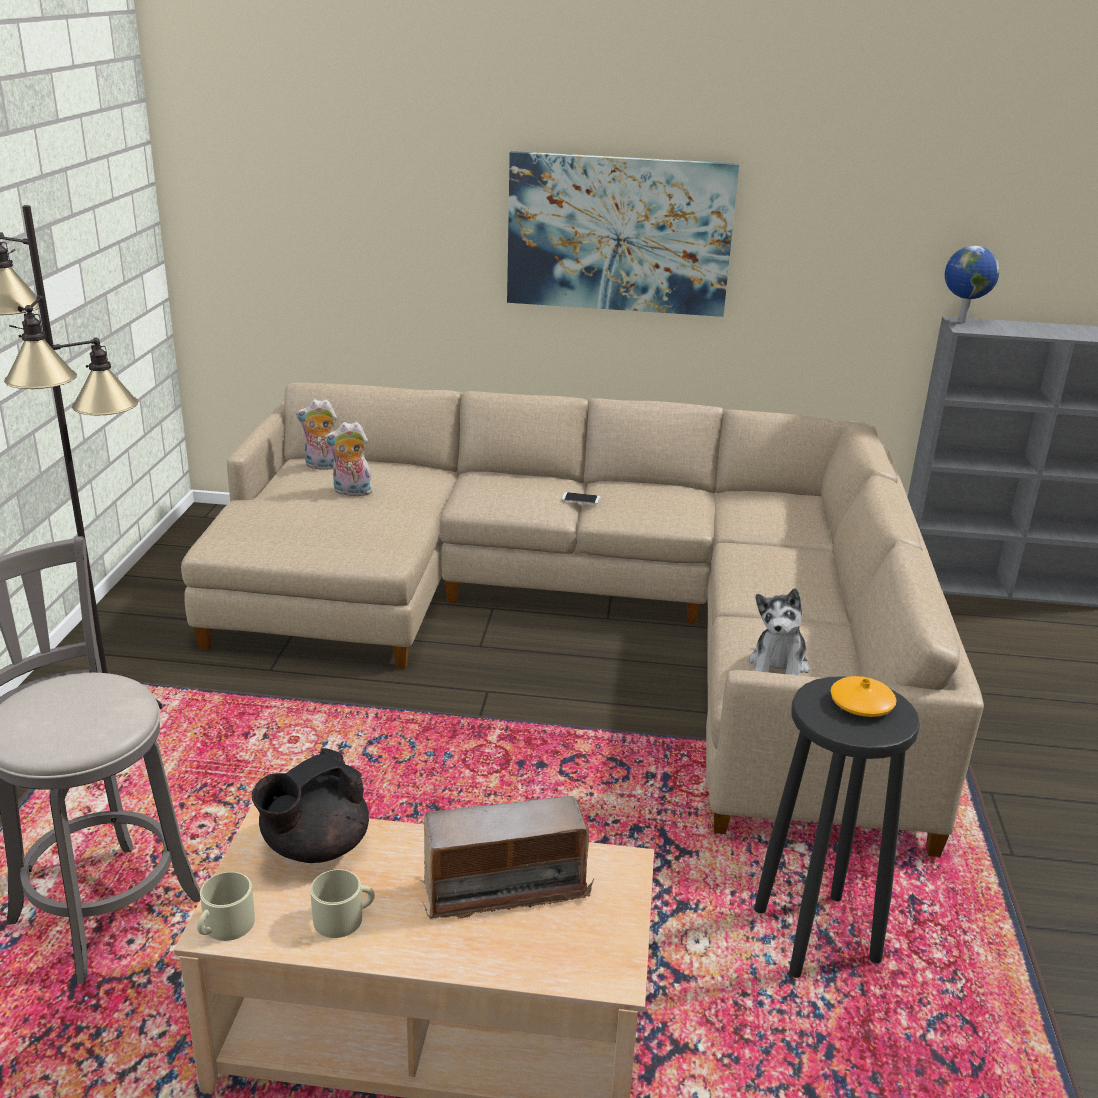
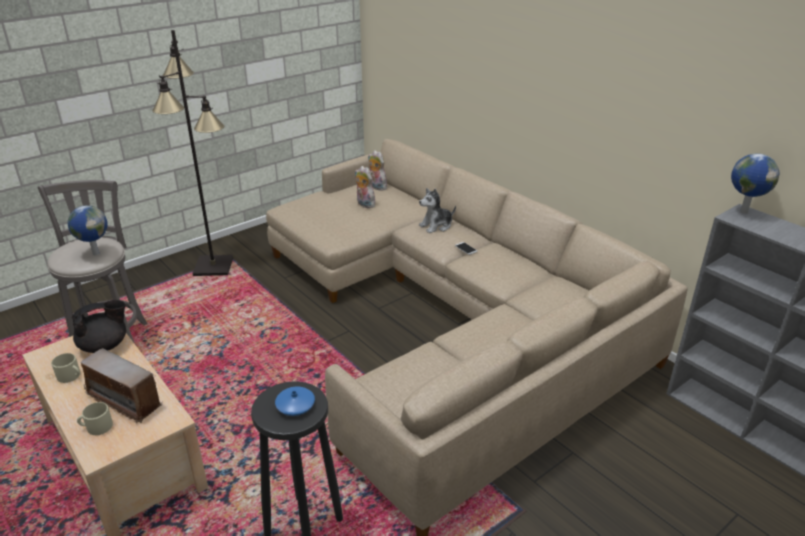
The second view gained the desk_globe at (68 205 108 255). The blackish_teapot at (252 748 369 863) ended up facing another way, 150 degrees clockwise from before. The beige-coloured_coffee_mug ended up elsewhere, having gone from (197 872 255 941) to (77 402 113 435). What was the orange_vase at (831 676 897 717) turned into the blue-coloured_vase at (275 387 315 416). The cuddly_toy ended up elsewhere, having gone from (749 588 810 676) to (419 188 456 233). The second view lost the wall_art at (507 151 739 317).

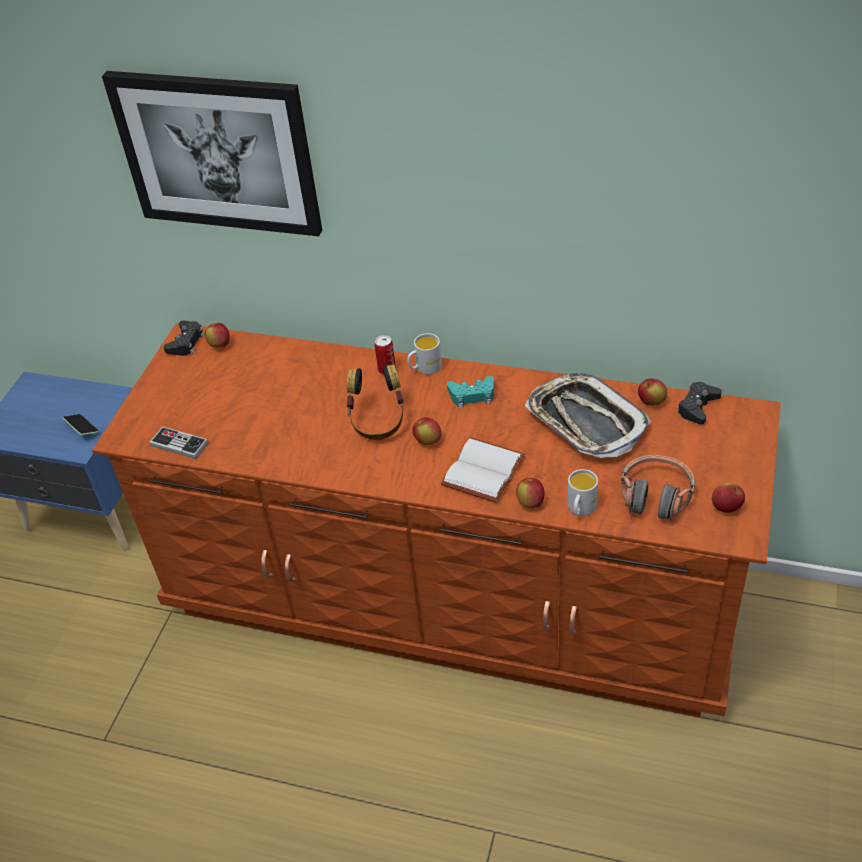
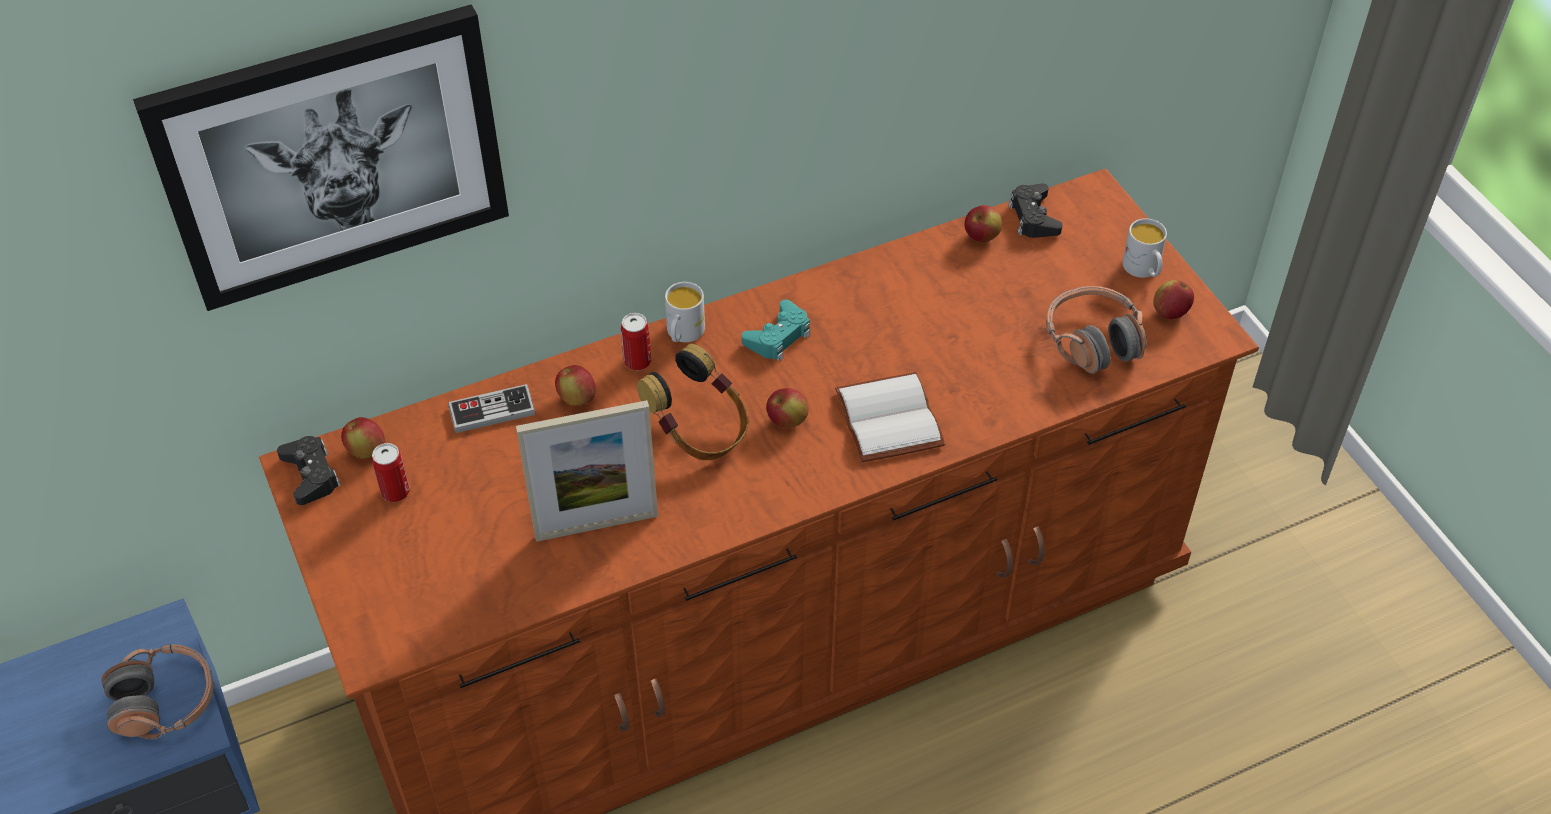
Where the telephone stood at (62 414 99 435), the headset came to stand at (101 644 214 740). The second view gained the sealed_can at (372 443 410 502). The gamepad ended up elsewhere, having gone from (149 426 209 459) to (448 384 536 433). The second view gained the standing_frame at (516 400 658 542). The apple_fruit ended up elsewhere, having gone from (516 478 545 508) to (555 365 596 406). The white_coffee_mug ended up elsewhere, having gone from (567 469 598 516) to (1122 218 1167 278). The second view lost the carrying_tray at (525 373 651 458).

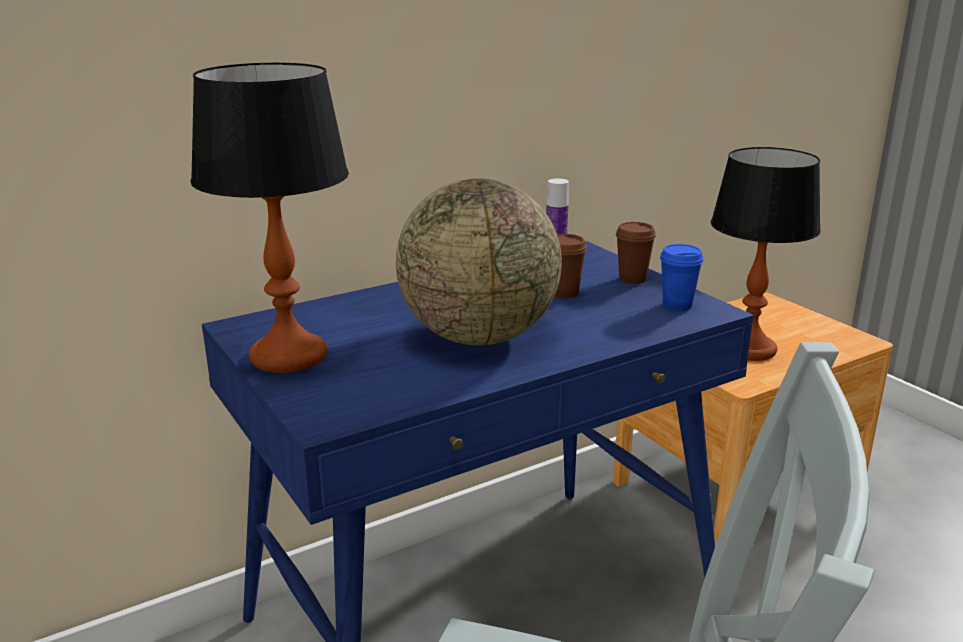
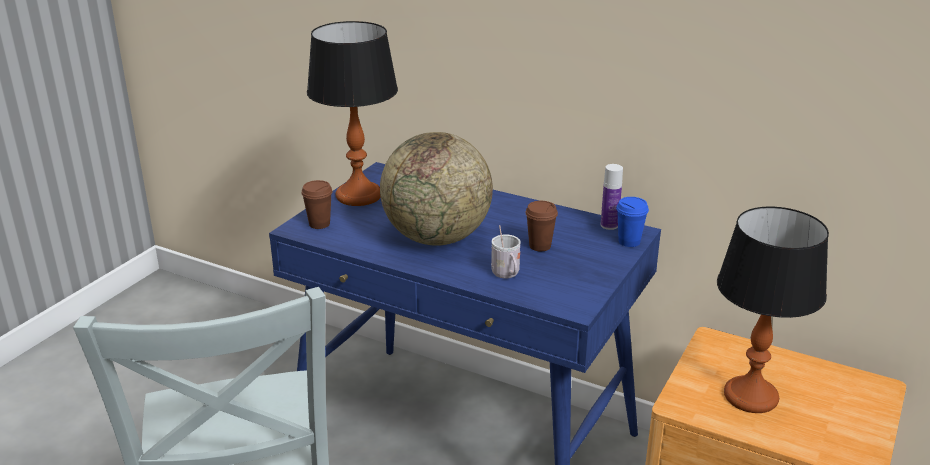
The brown-coloured_cup ended up elsewhere, having gone from (616 222 656 284) to (301 180 333 229). The second view gained the white_coffee_mug at (491 225 520 279). The blue-coloured_cup ended up elsewhere, having gone from (660 244 704 311) to (616 197 649 247).

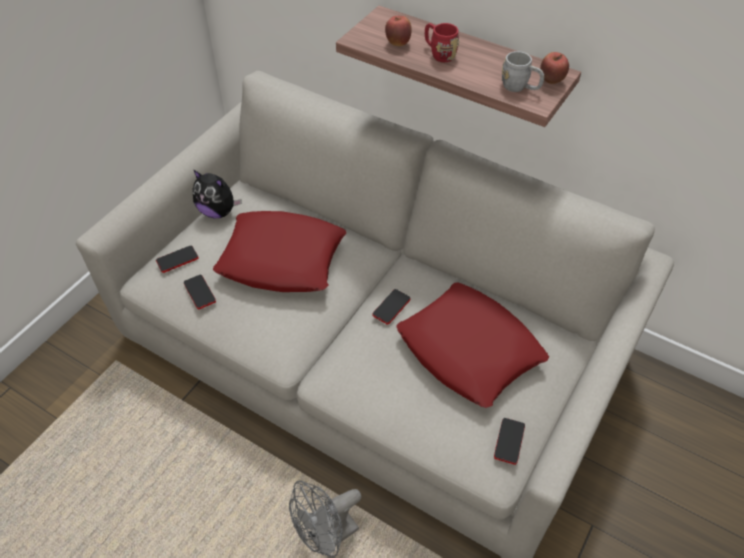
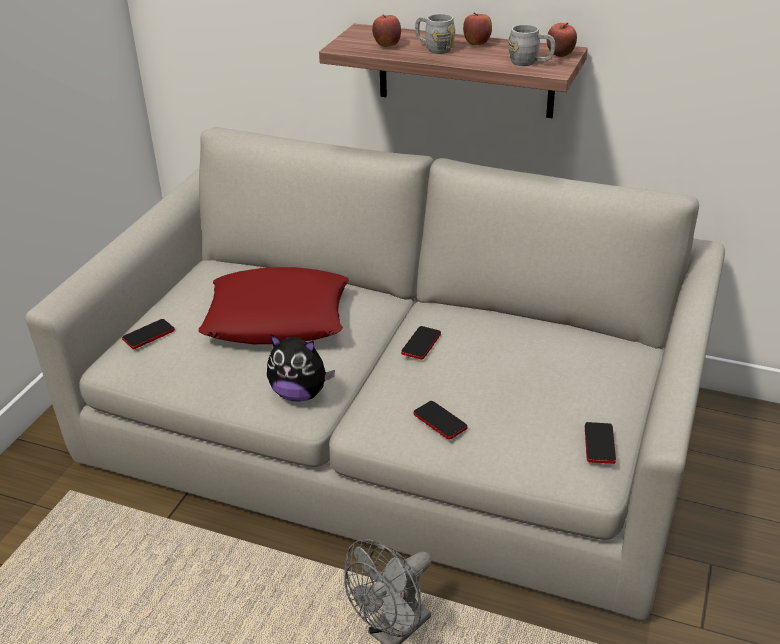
The cuddly_toy ended up elsewhere, having gone from (192 170 241 218) to (267 334 335 402). The telephone ended up elsewhere, having gone from (184 274 216 309) to (413 401 468 440). What was the reddish_coffee_mug at (425 23 459 62) turned into the grey_coffee_mug at (415 14 455 54). The second view gained the apple_fruit at (463 12 492 45). The second view lost the reddish_cushion at (396 282 549 408).

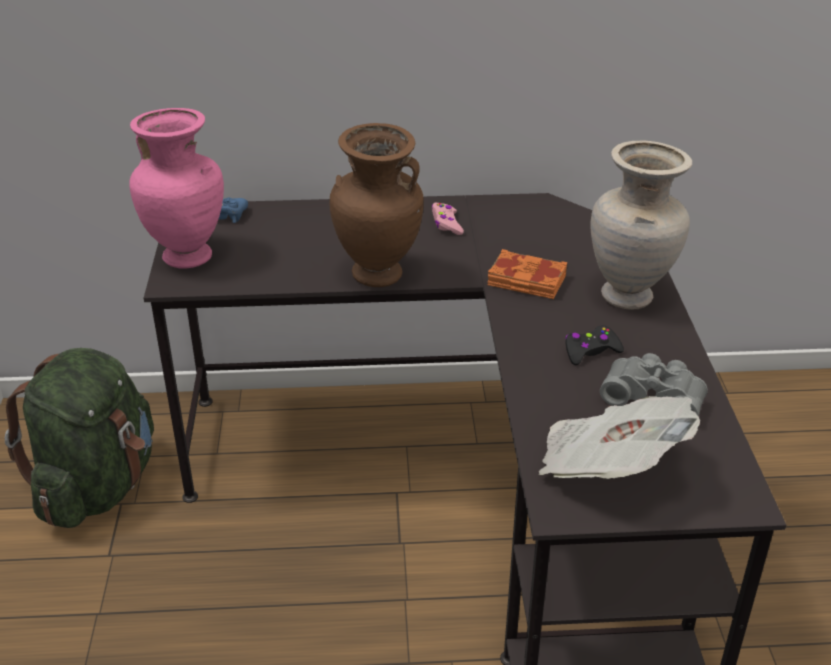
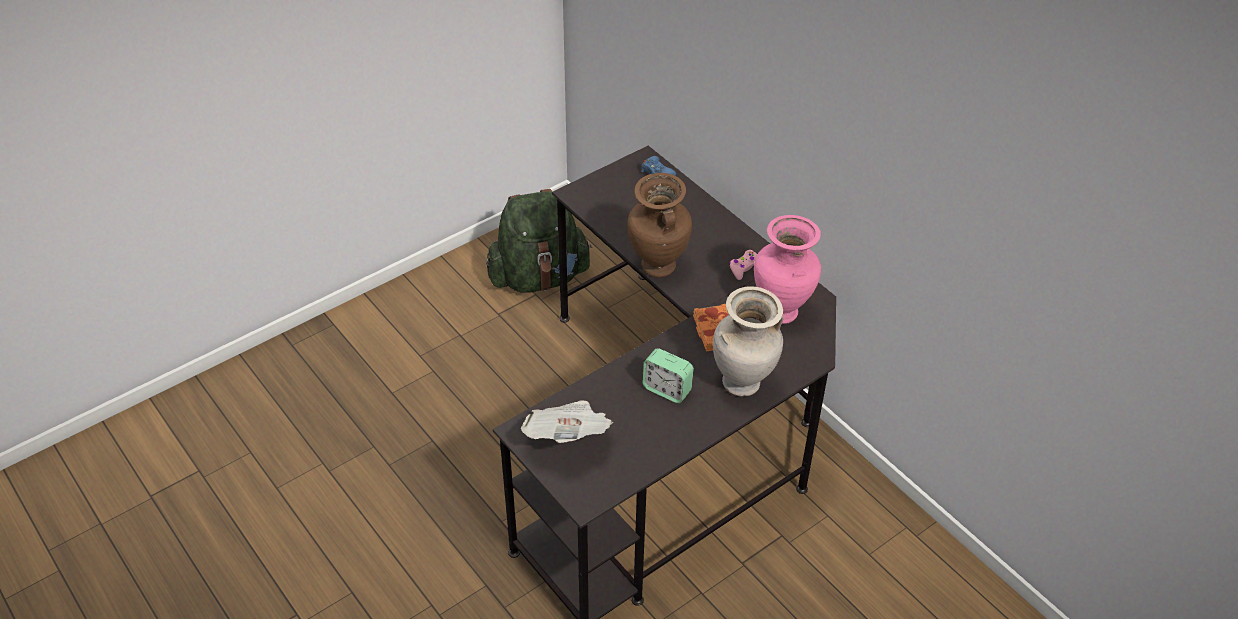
Where the blackish_gamepad stood at (565 325 624 365), the table_clock came to stand at (642 348 694 403). The pinkish_vase ended up elsewhere, having gone from (129 108 224 269) to (754 215 821 324). The second view lost the grey_pair_of_binoculars at (600 353 708 416).

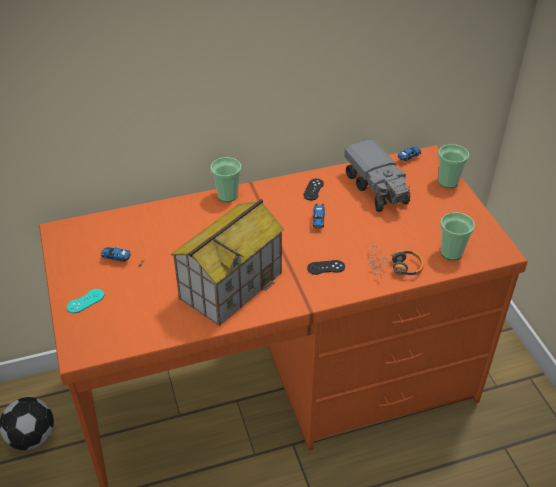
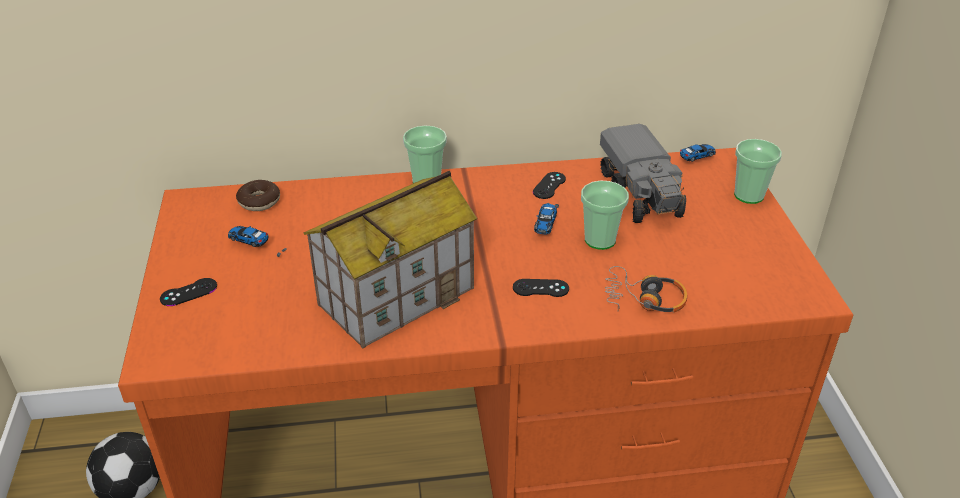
What was the turquoise_gamepad at (67 289 104 313) turned into the blackish_gamepad at (160 278 217 306). The second view gained the doughnut at (236 180 280 211). The cup ended up elsewhere, having gone from (440 212 475 260) to (581 181 629 250).

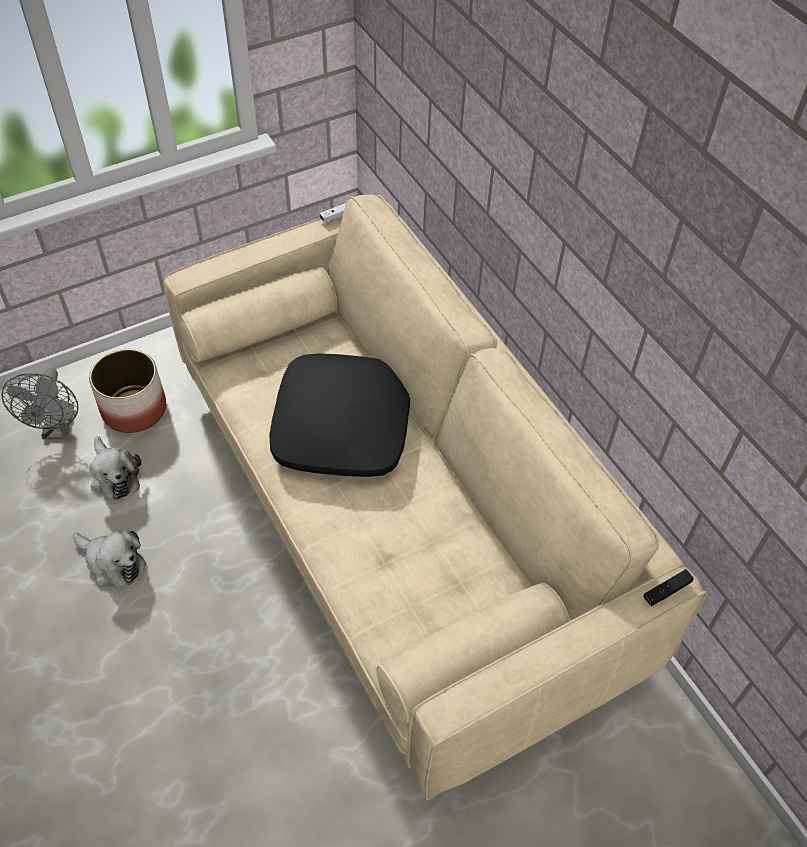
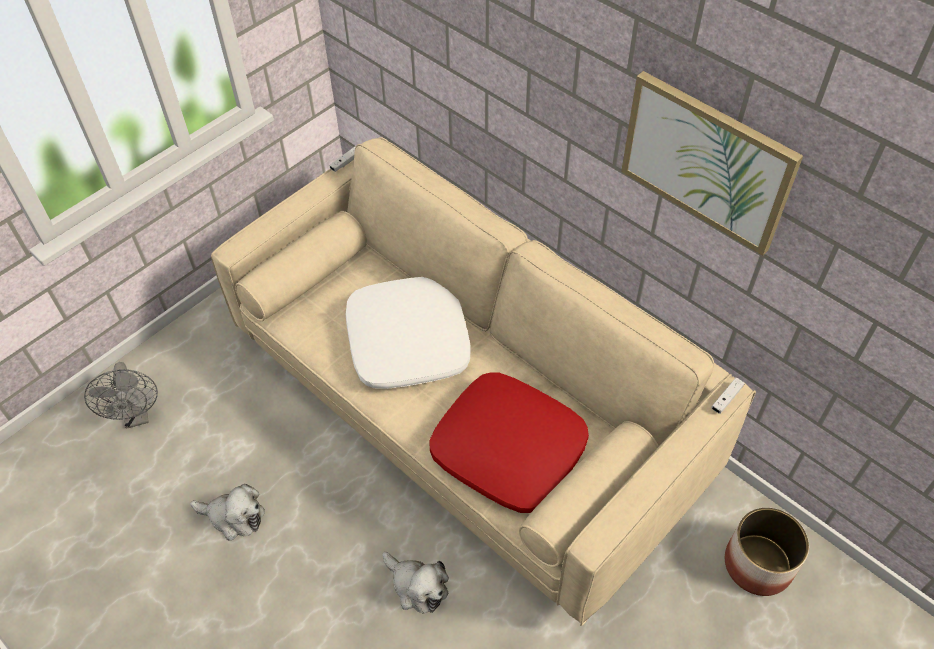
What was the blackish_cushion at (269 353 410 477) turned into the white_cushion at (345 277 471 389). The cuddly_toy ended up elsewhere, having gone from (89 436 141 500) to (382 552 449 613). The second view gained the reddish_cushion at (429 372 589 513). The second view gained the wall_art at (621 71 803 256). What was the blackish_gamepad at (643 569 694 606) turned into the white_gamepad at (711 378 745 414). The planter ended up elsewhere, having gone from (89 349 166 433) to (725 507 809 596).

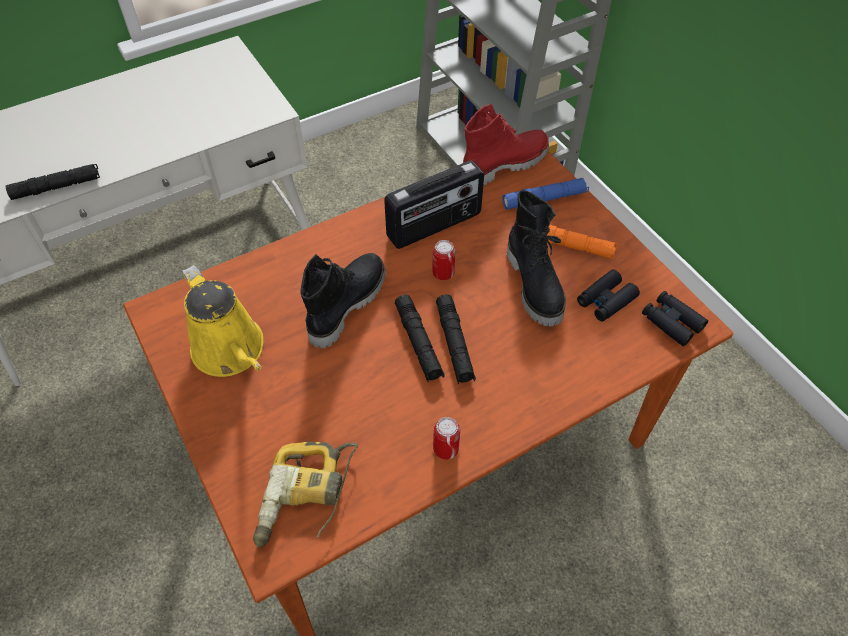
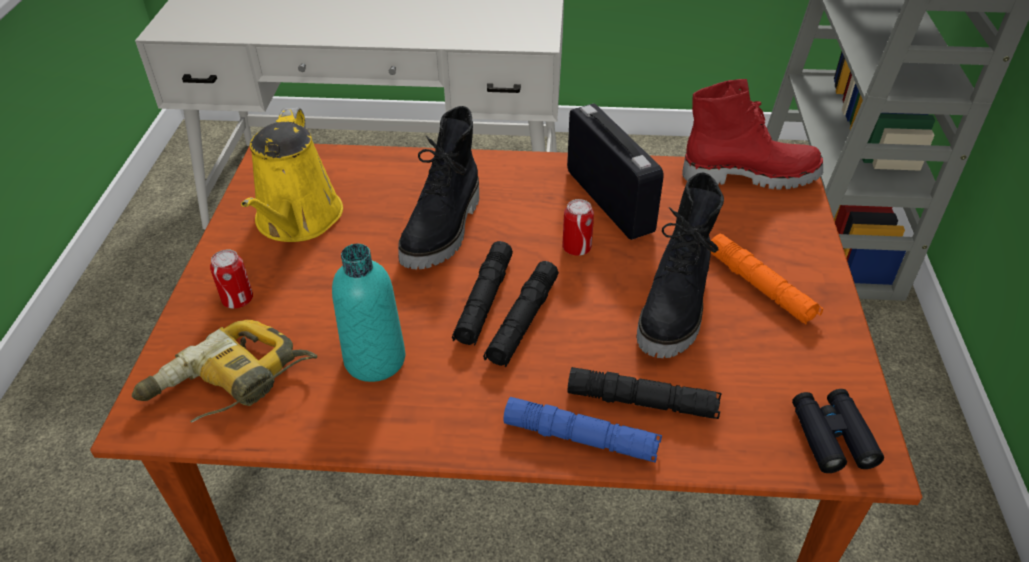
The sealed_can ended up elsewhere, having gone from (433 417 460 459) to (210 249 253 309). The second view gained the turquoise_bottle at (332 244 405 382). The blackish_boot at (301 253 386 348) ended up facing another way, 135 degrees clockwise from before. The blue-coloured_torch ended up elsewhere, having gone from (502 178 589 210) to (503 397 662 463). The radio_set at (384 160 484 249) ended up facing another way, 120 degrees counterclockwise from before. The blackish_torch ended up elsewhere, having gone from (6 164 100 200) to (568 367 722 419). The second view lost the blackish_pair_of_binoculars at (577 270 640 321).

